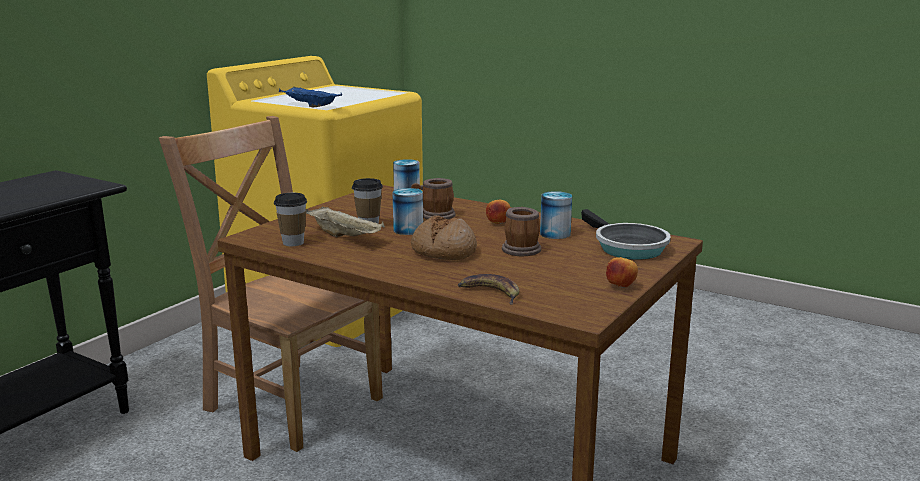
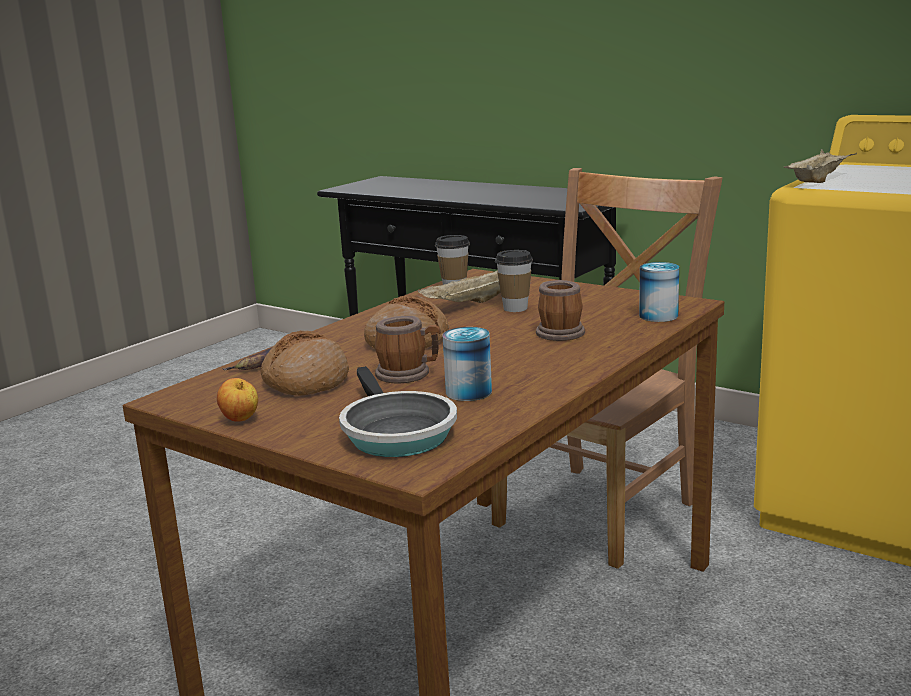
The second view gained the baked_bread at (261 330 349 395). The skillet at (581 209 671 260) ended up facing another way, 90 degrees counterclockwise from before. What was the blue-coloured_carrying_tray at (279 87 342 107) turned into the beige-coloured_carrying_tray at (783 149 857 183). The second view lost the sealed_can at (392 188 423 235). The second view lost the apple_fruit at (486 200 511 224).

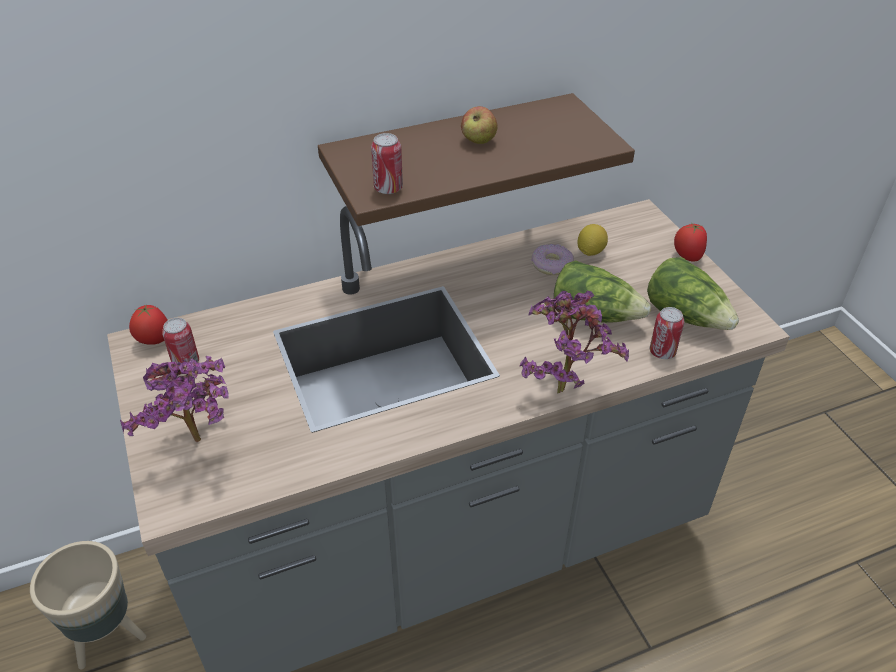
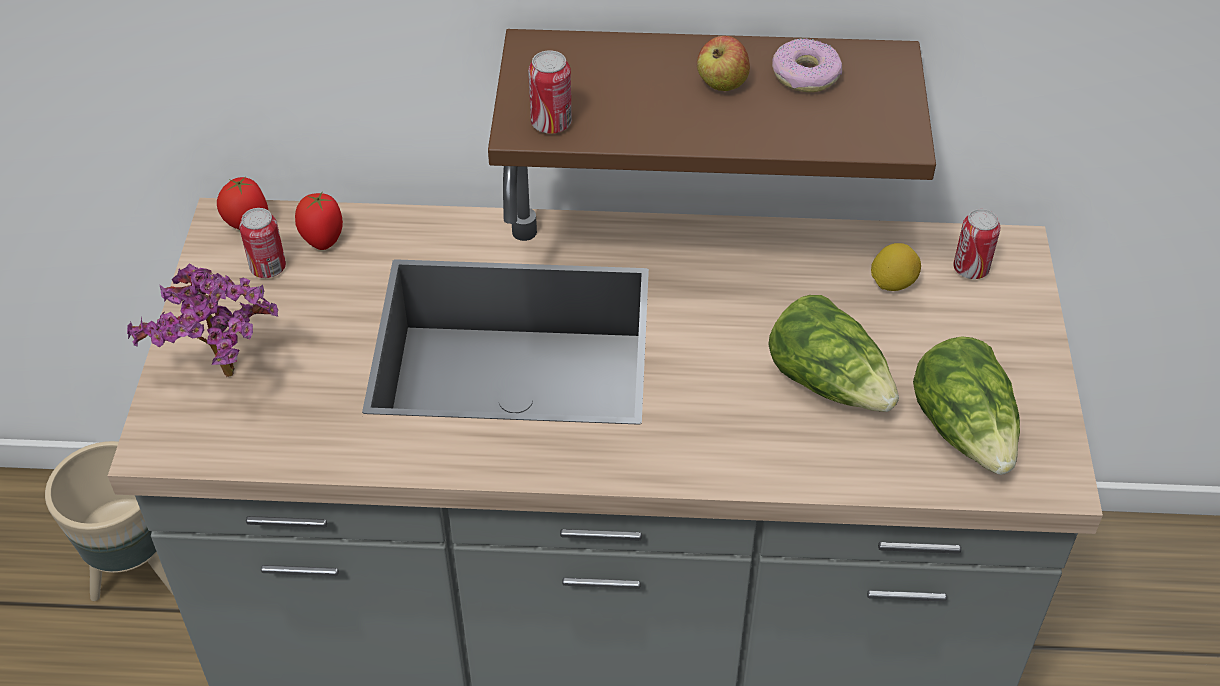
The whole_tomato ended up elsewhere, having gone from (674 224 707 262) to (295 191 343 250). The doughnut ended up elsewhere, having gone from (531 244 574 275) to (772 38 842 92). The sealed_can ended up elsewhere, having gone from (650 307 684 359) to (953 209 1000 279). The second view lost the potted_plant at (519 291 629 394).

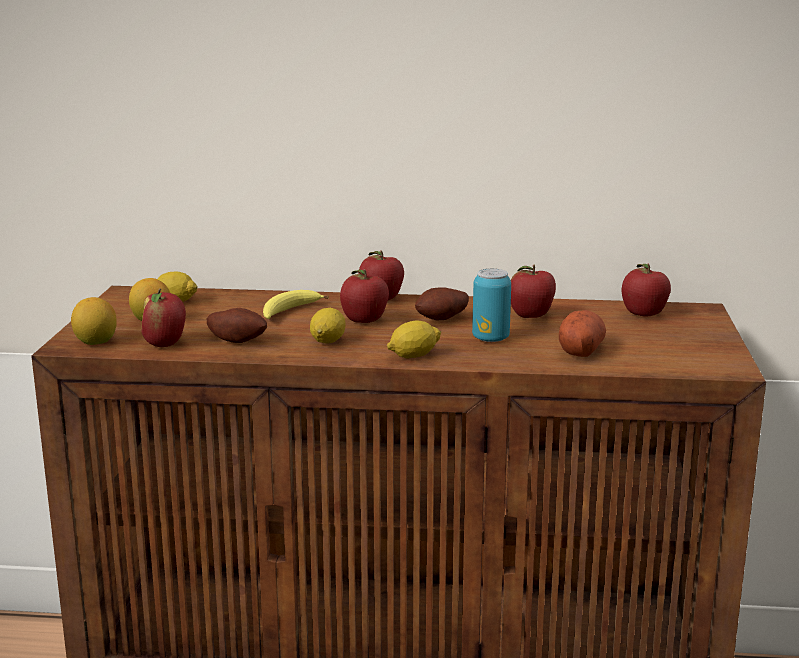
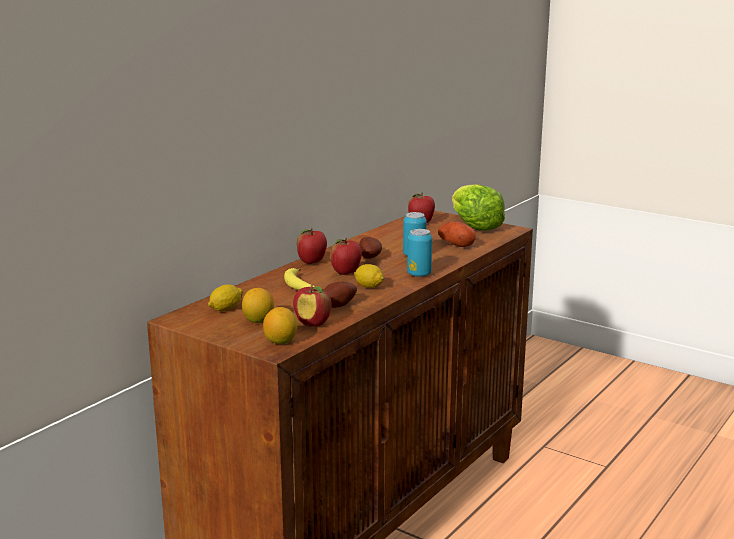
Where the citrus_fruit stood at (387 321 441 359), the sealed_can came to stand at (407 229 432 277). The second view gained the head_of_lettuce at (452 184 505 231). The second view lost the apple_fruit at (511 265 556 318).

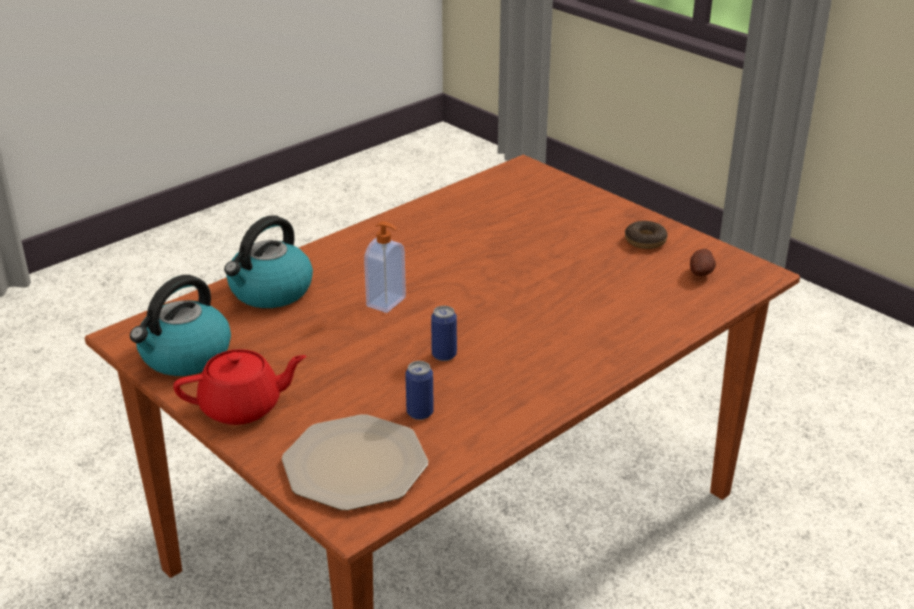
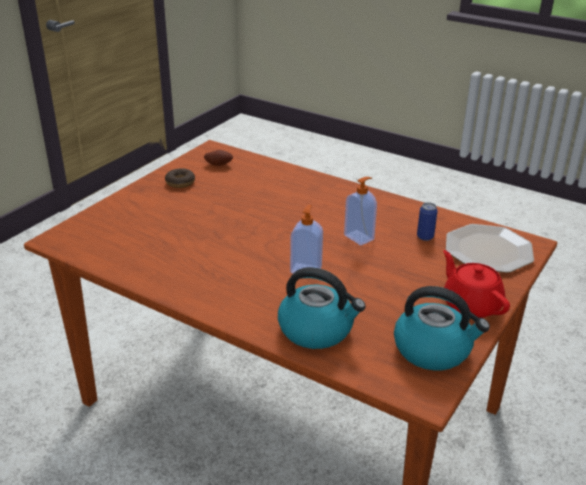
Where the sealed_can stood at (431 306 457 361), the soap_dispenser came to stand at (344 177 377 245).

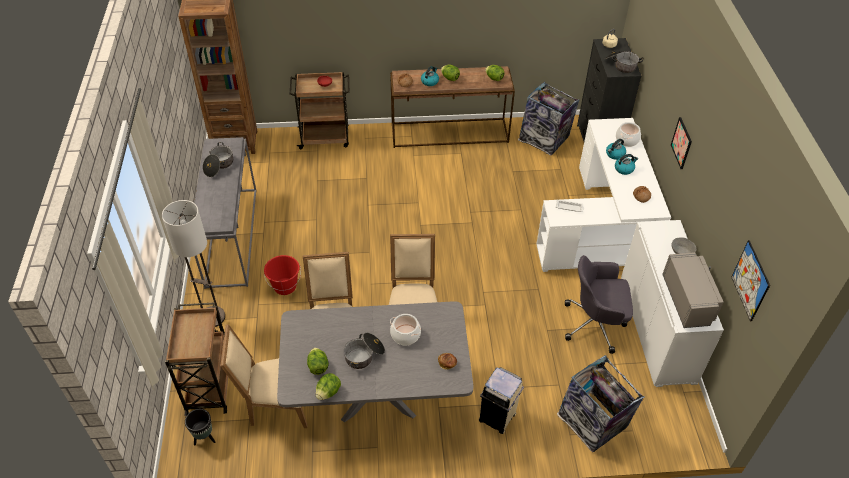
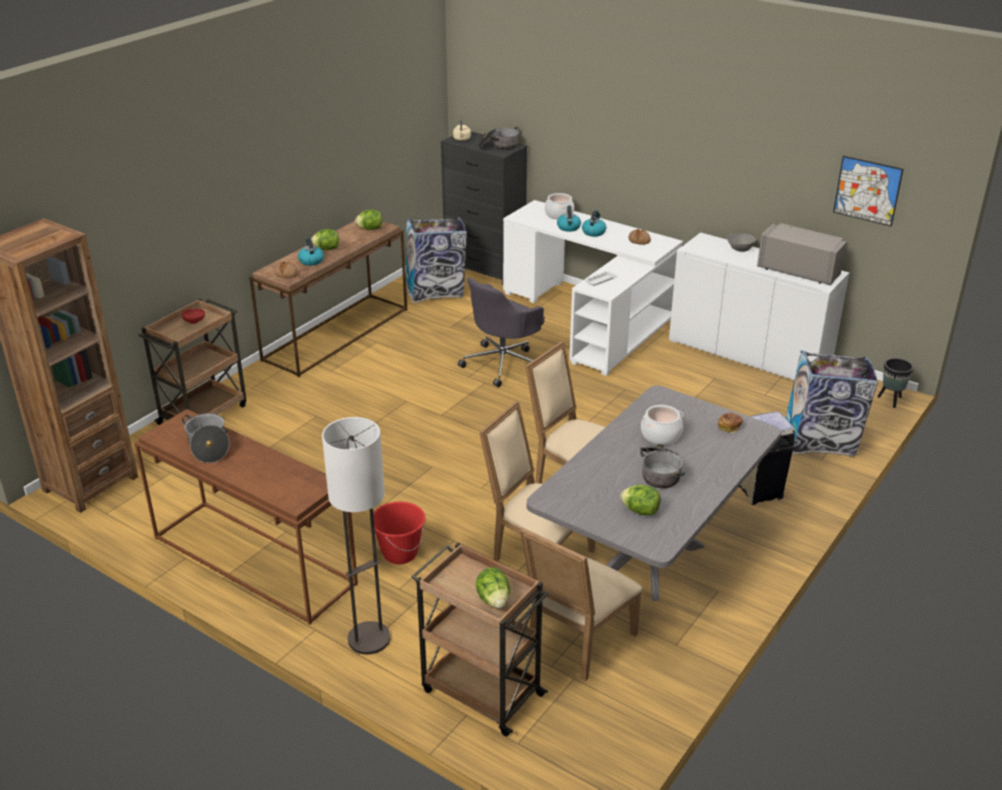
What was the grey_hall_table at (194 137 256 289) turned into the brown-coloured_hall_table at (135 409 358 625). The grey_office_chair ended up elsewhere, having gone from (565 255 633 354) to (458 278 545 387). The head_of_lettuce ended up elsewhere, having gone from (316 373 341 400) to (475 567 510 608). The blackish_planter ended up elsewhere, having gone from (185 409 216 445) to (877 358 913 408). The second view lost the wall_art at (671 117 692 169).

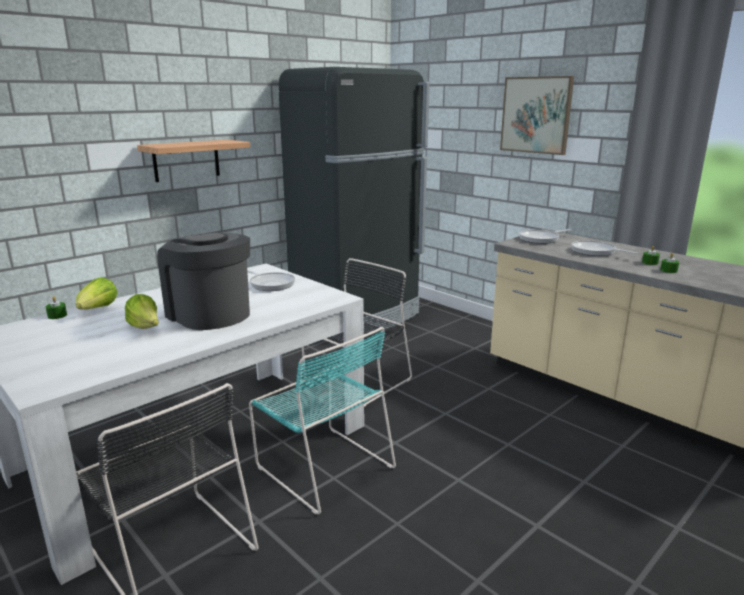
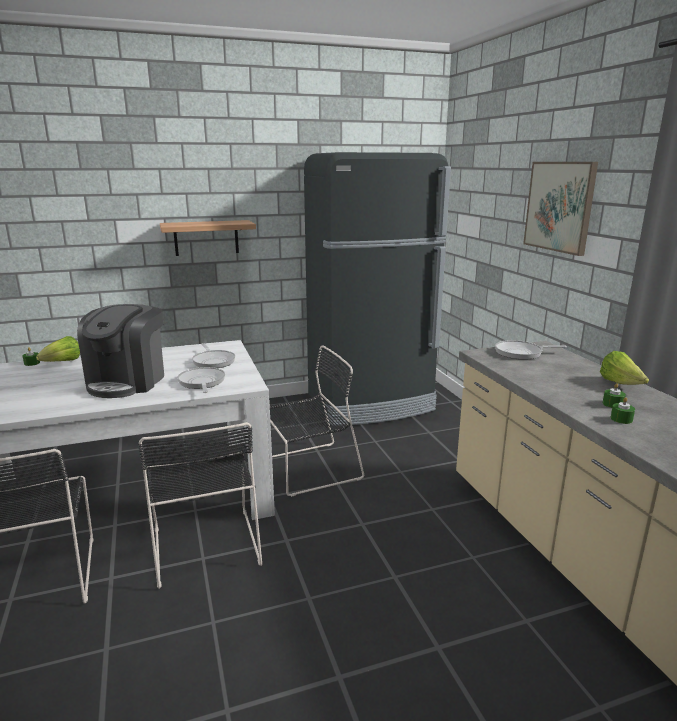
The coffee_brewer at (157 232 250 330) ended up facing another way, 150 degrees counterclockwise from before. What was the turquoise_plain_chair at (249 327 396 515) turned into the blackish_plain_chair at (138 422 262 589). The skillet ended up elsewhere, having gone from (571 241 637 256) to (177 367 225 393). The head_of_lettuce ended up elsewhere, having gone from (125 294 159 329) to (600 351 649 385).

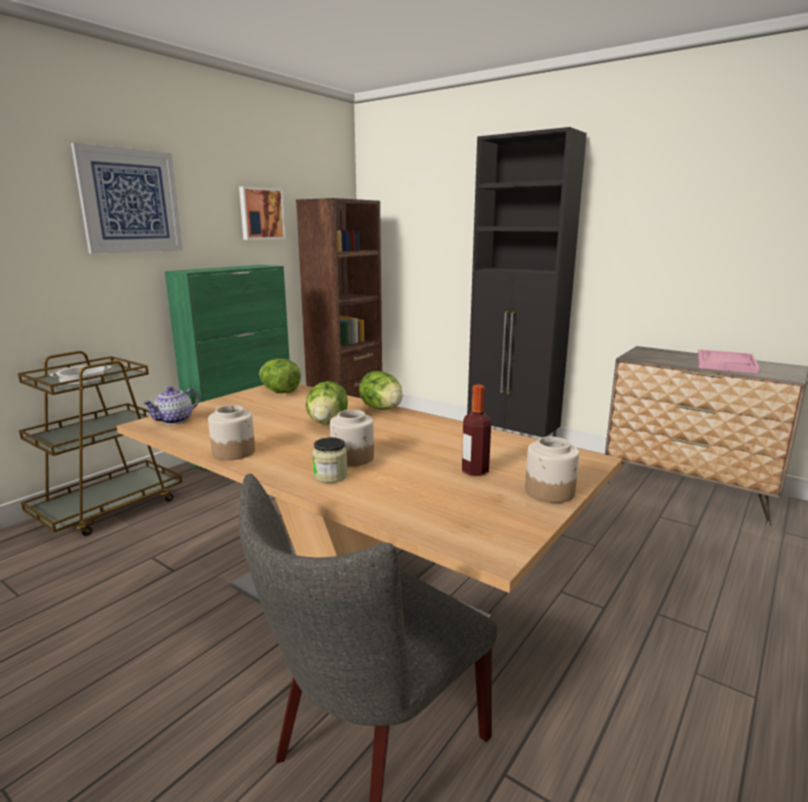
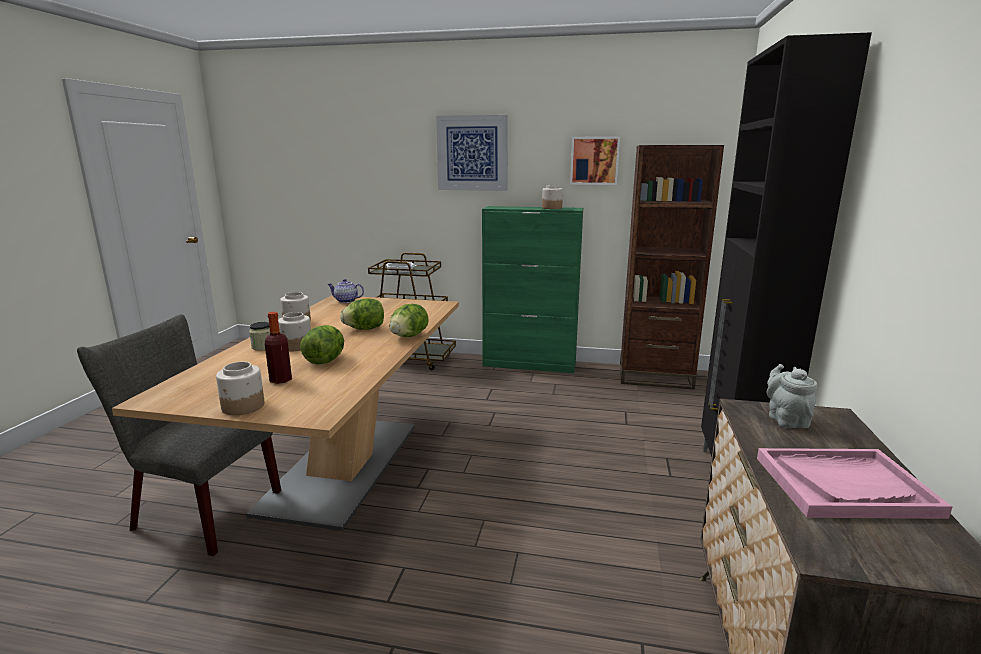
The head_of_lettuce ended up elsewhere, having gone from (259 359 301 393) to (300 325 344 364). The second view gained the jar at (542 185 563 209). The second view gained the grey_teapot at (767 364 817 428).

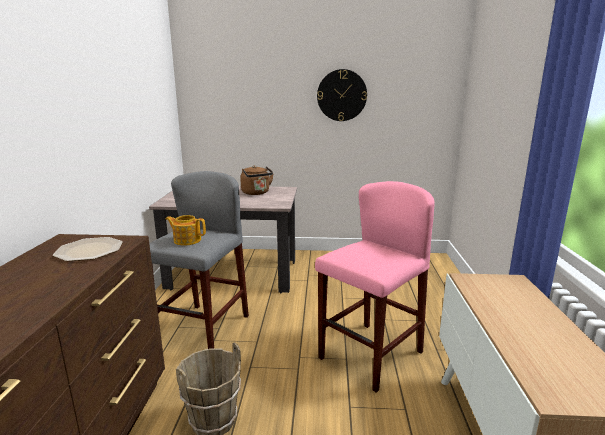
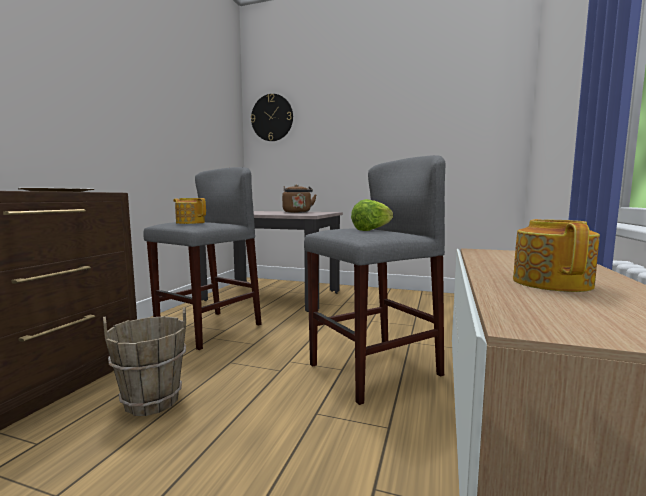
The wall_clock ended up elsewhere, having gone from (317 69 367 121) to (251 94 293 141). What was the pinkish_stool_seat at (315 181 435 393) turned into the grey_stool_seat at (304 155 445 405). The second view gained the head_of_lettuce at (351 199 393 231). The second view gained the teapot at (513 219 600 292).

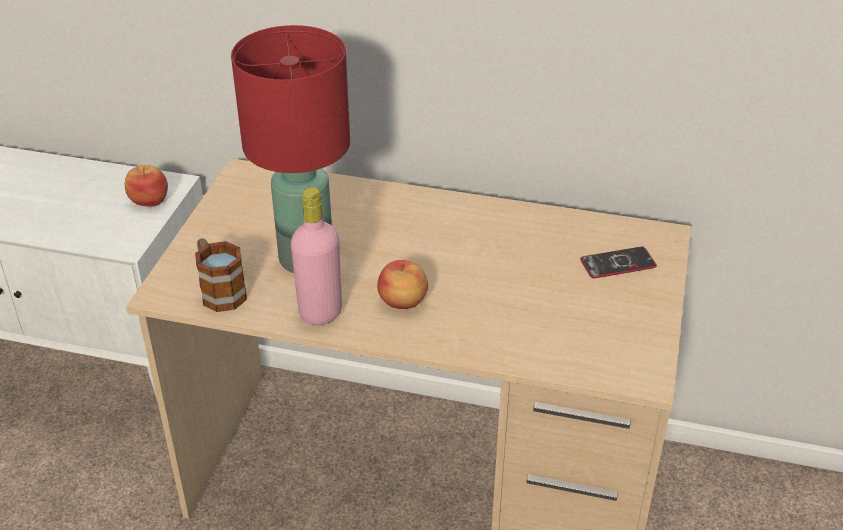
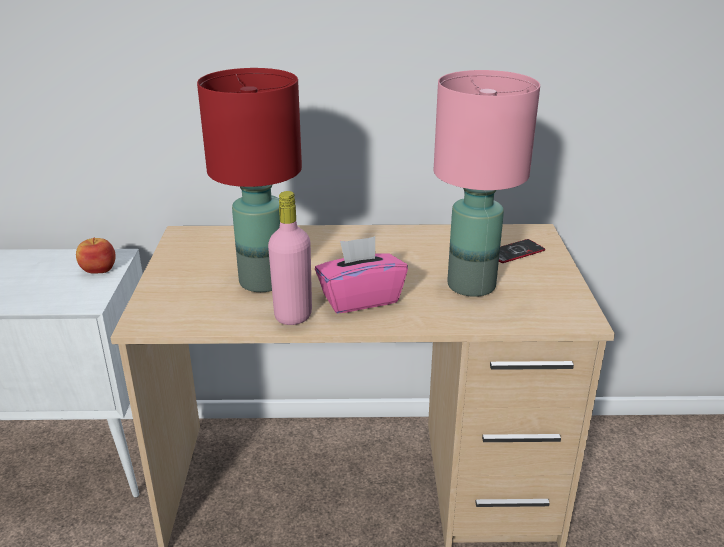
Where the apple_fruit stood at (377 260 428 309), the pinkish_tissue_holder came to stand at (315 236 408 313). The second view gained the pinkish_tabletop_lamp at (434 70 540 297). The second view lost the coffee_mug at (195 238 247 312).

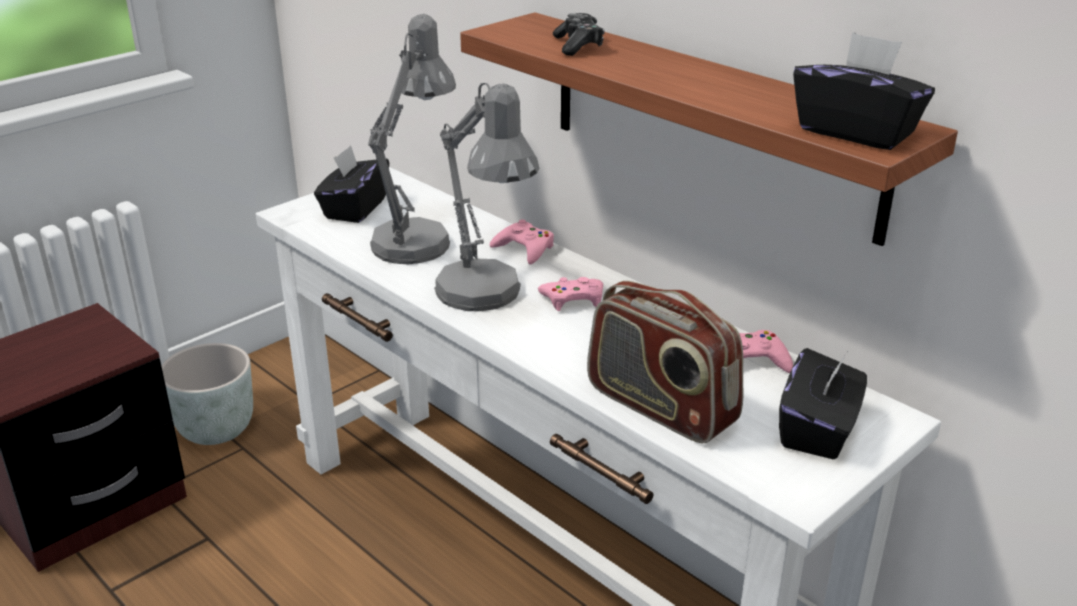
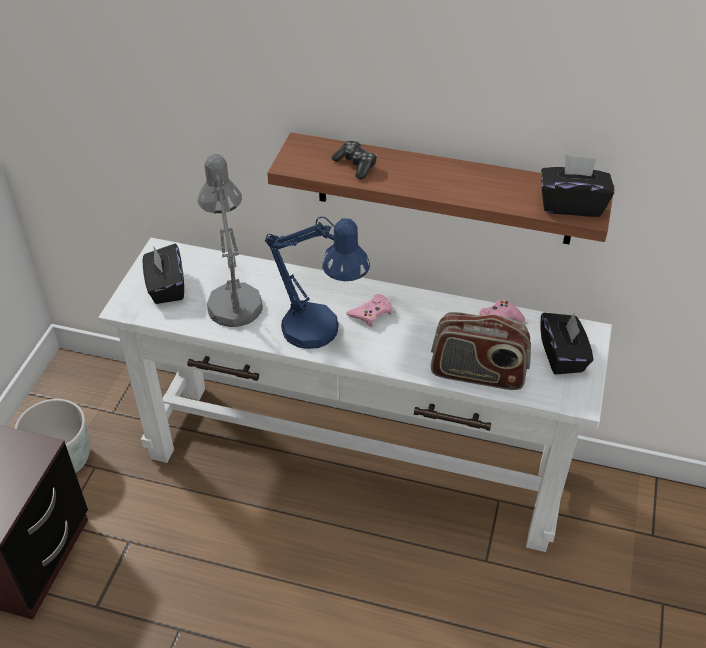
What was the grey_tabletop_lamp at (434 83 539 312) turned into the blue-coloured_tabletop_lamp at (265 217 370 349). The second view lost the pinkish_gamepad at (490 219 554 265).

